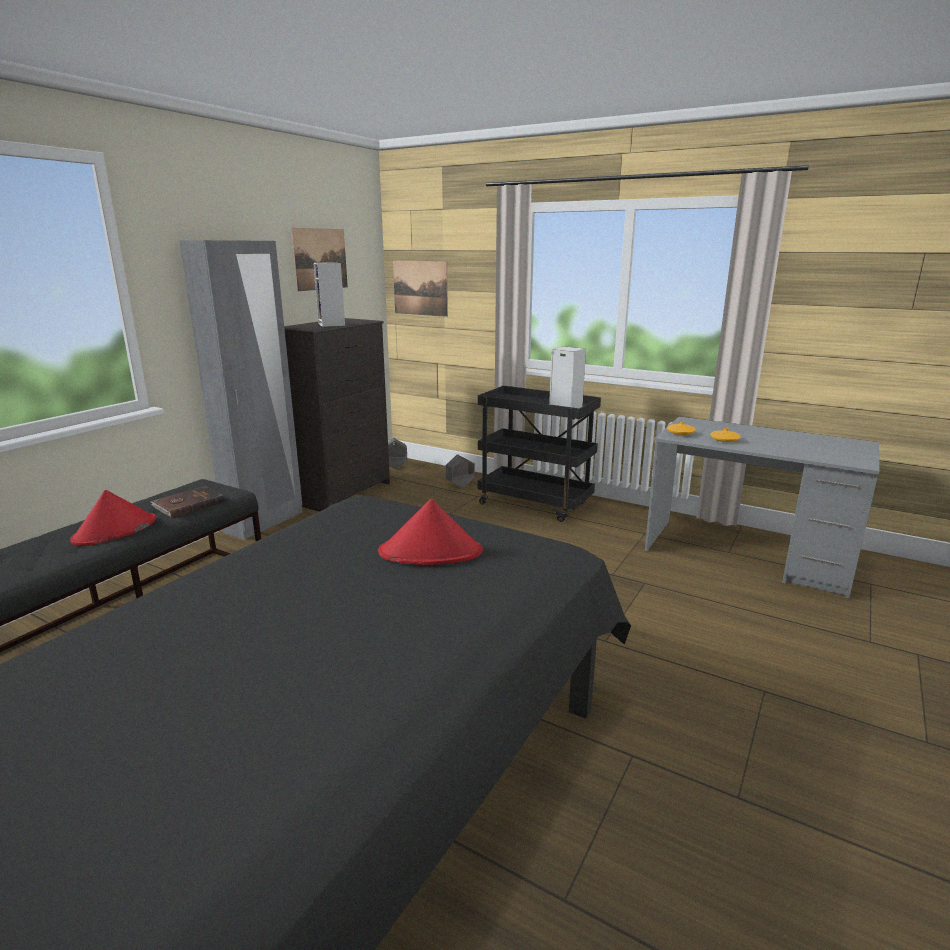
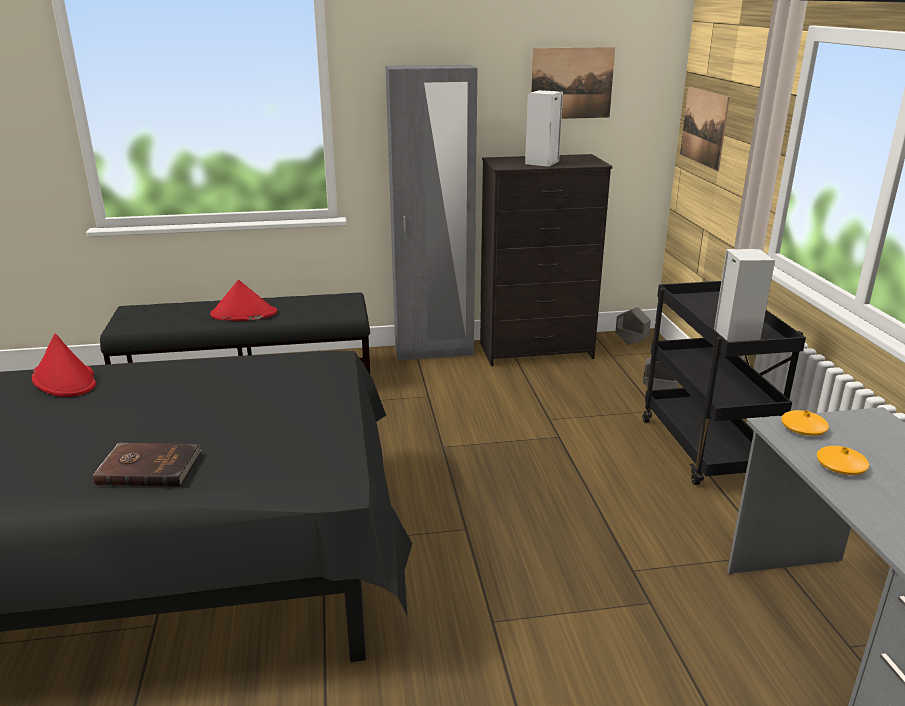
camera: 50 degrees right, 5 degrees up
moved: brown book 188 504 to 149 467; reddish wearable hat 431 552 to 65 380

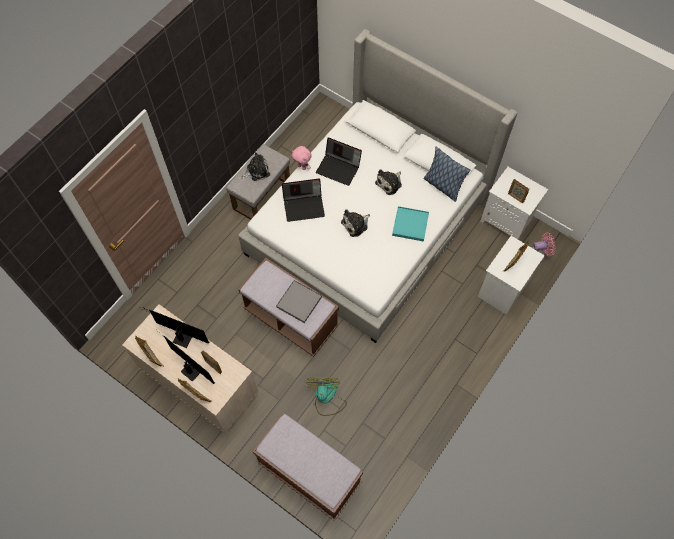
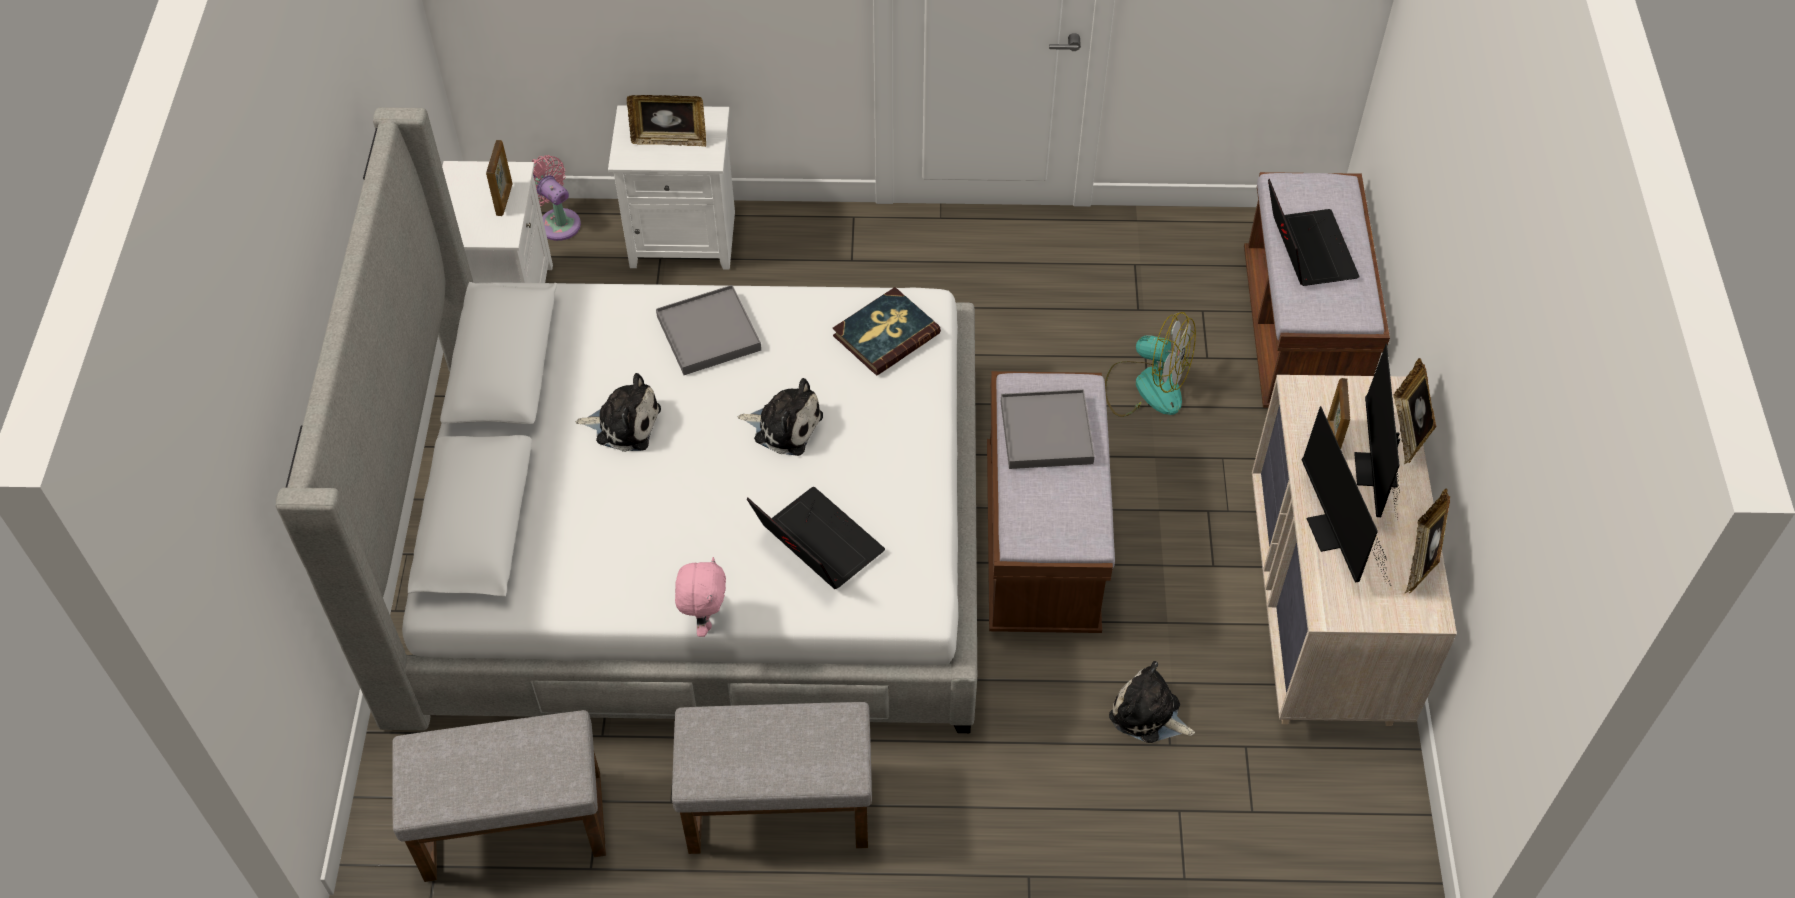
camera: 125 degrees left, 10 degrees down
removed: throw pillow 442 186
added: greyish pouffe 516 824; book 885 334
moved: cuddly toy 256 171 to 1148 714; portable computer 339 168 to 1306 249
recoloured: turquoise tray 410 224 to greyish tray 708 333
turned: cooling fan 326 398 = 1146 387 120 degrees counterclockwise

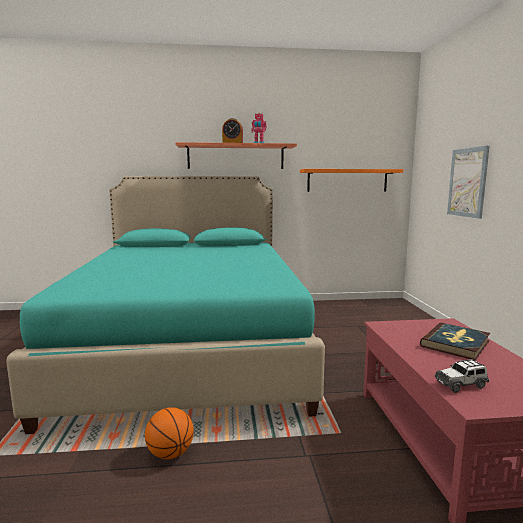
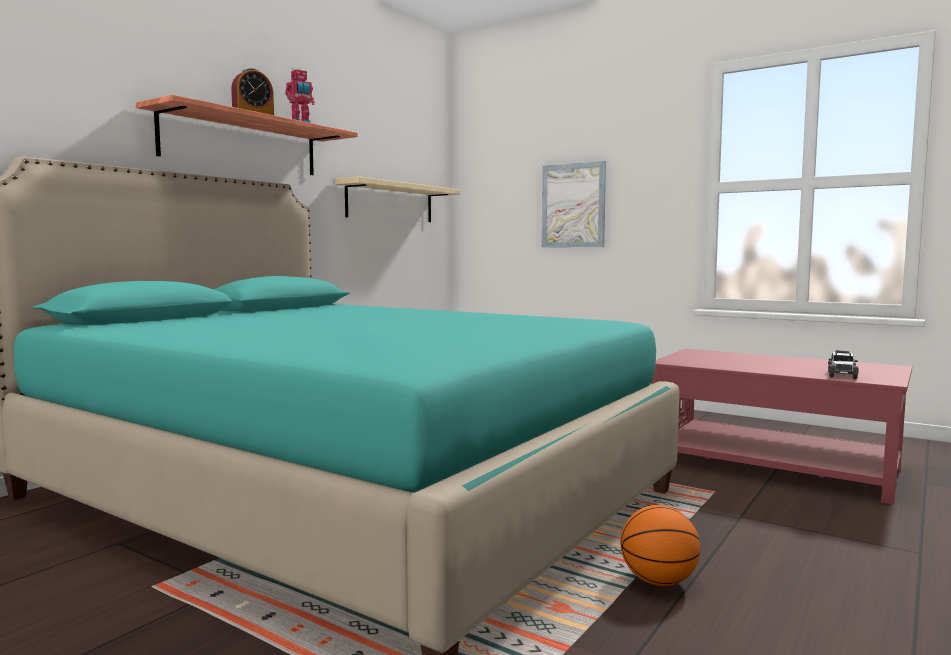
camera: 50 degrees left, 5 degrees down
removed: book 455 343
recoloured: orange-coloured shelf 347 180 to beige-coloured shelf 390 202

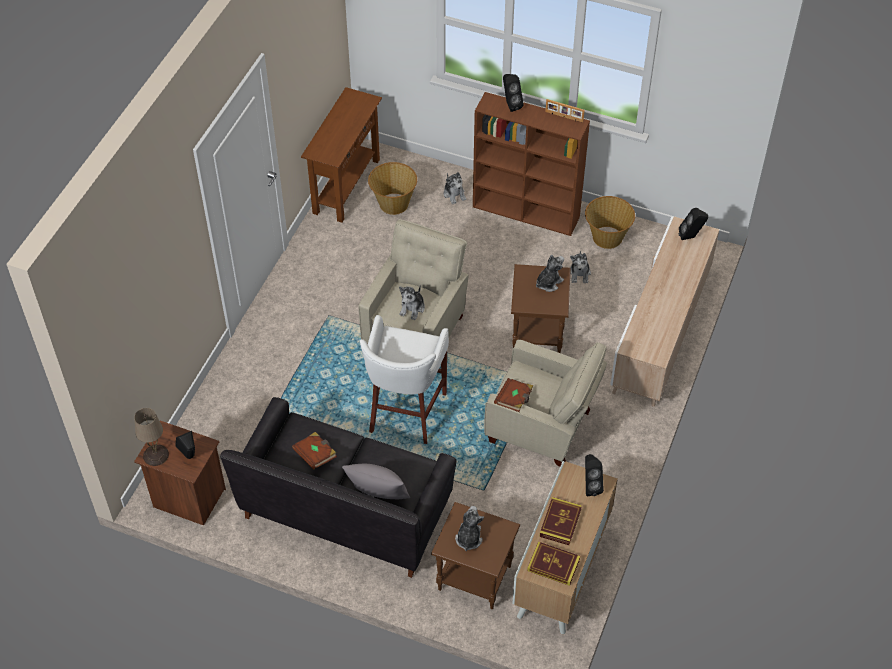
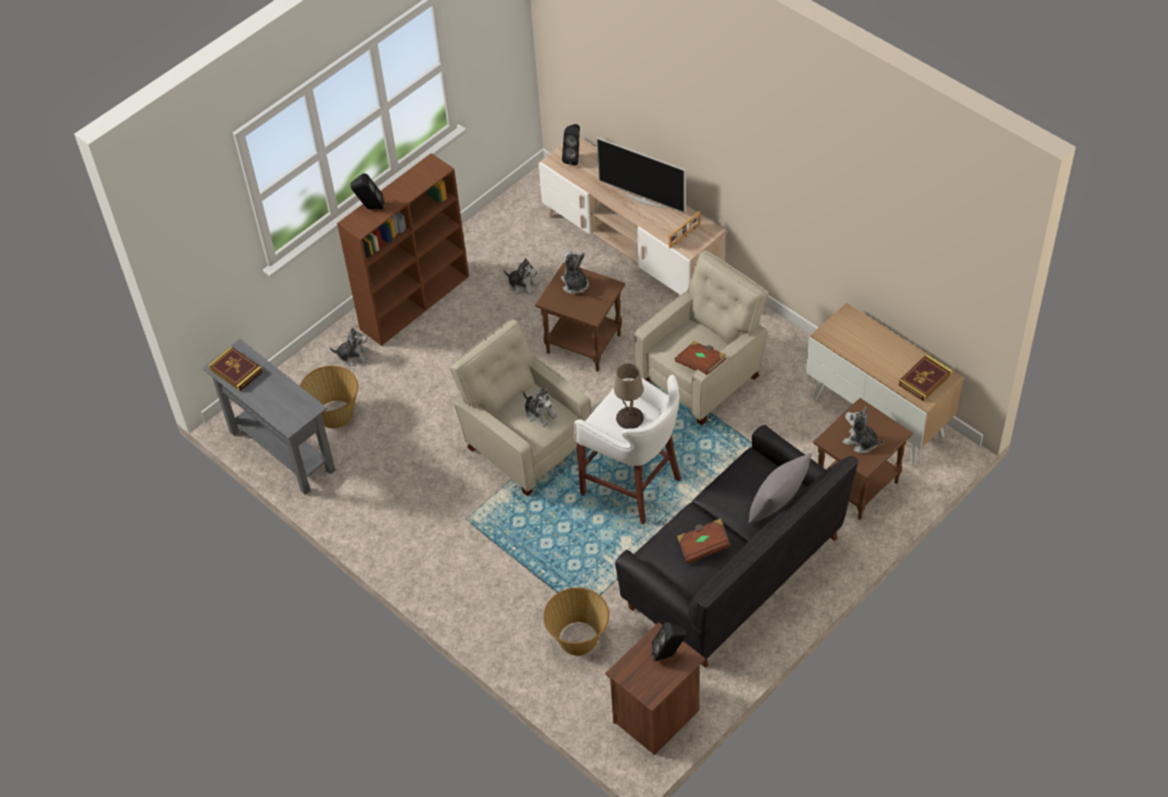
camera: 65 degrees left, 0 degrees up
removed: black speaker 590 486
added: TV set 643 199
moved: beige-coloured tabletop lamp 155 455 to 630 418; book 560 522 to 236 371; standing frame 564 117 to 685 236; storage basket 607 237 to 578 639
recoloured: brown narrow table 346 186 to greyish narrow table 282 451

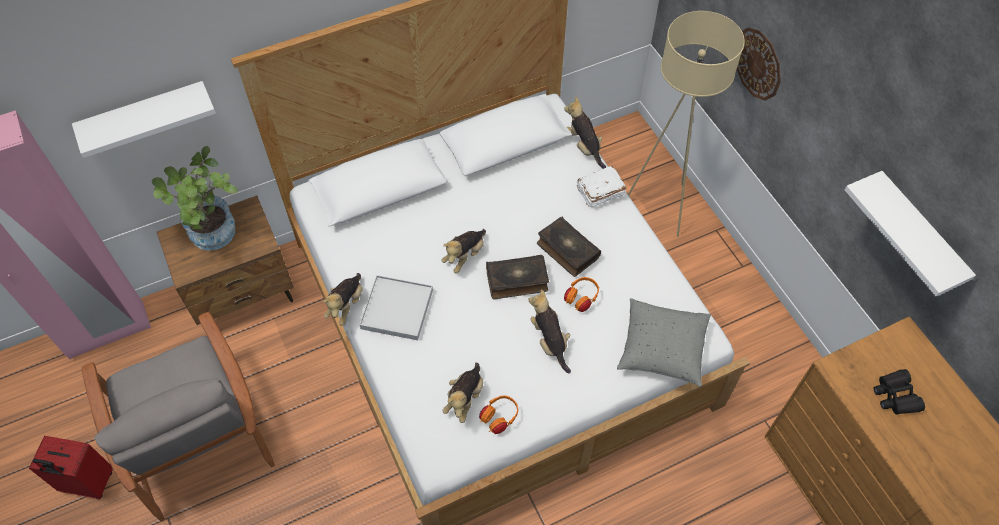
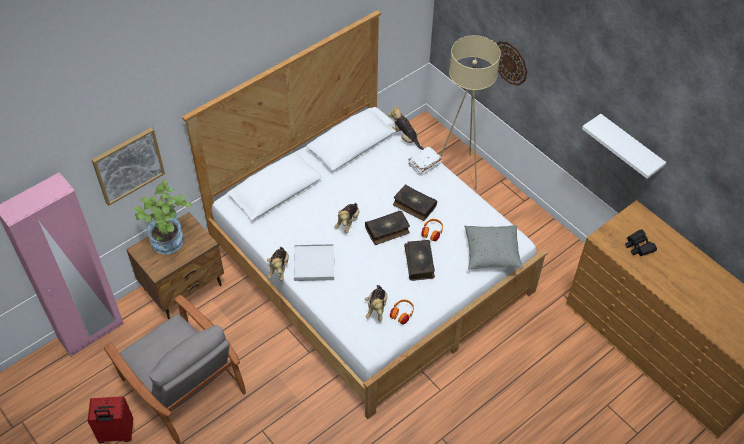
camera: 15 degrees left, 5 degrees down
replaced: white-coloured shelf 145 117 to wall art 128 165; cuddly toy 549 341 to book 419 263

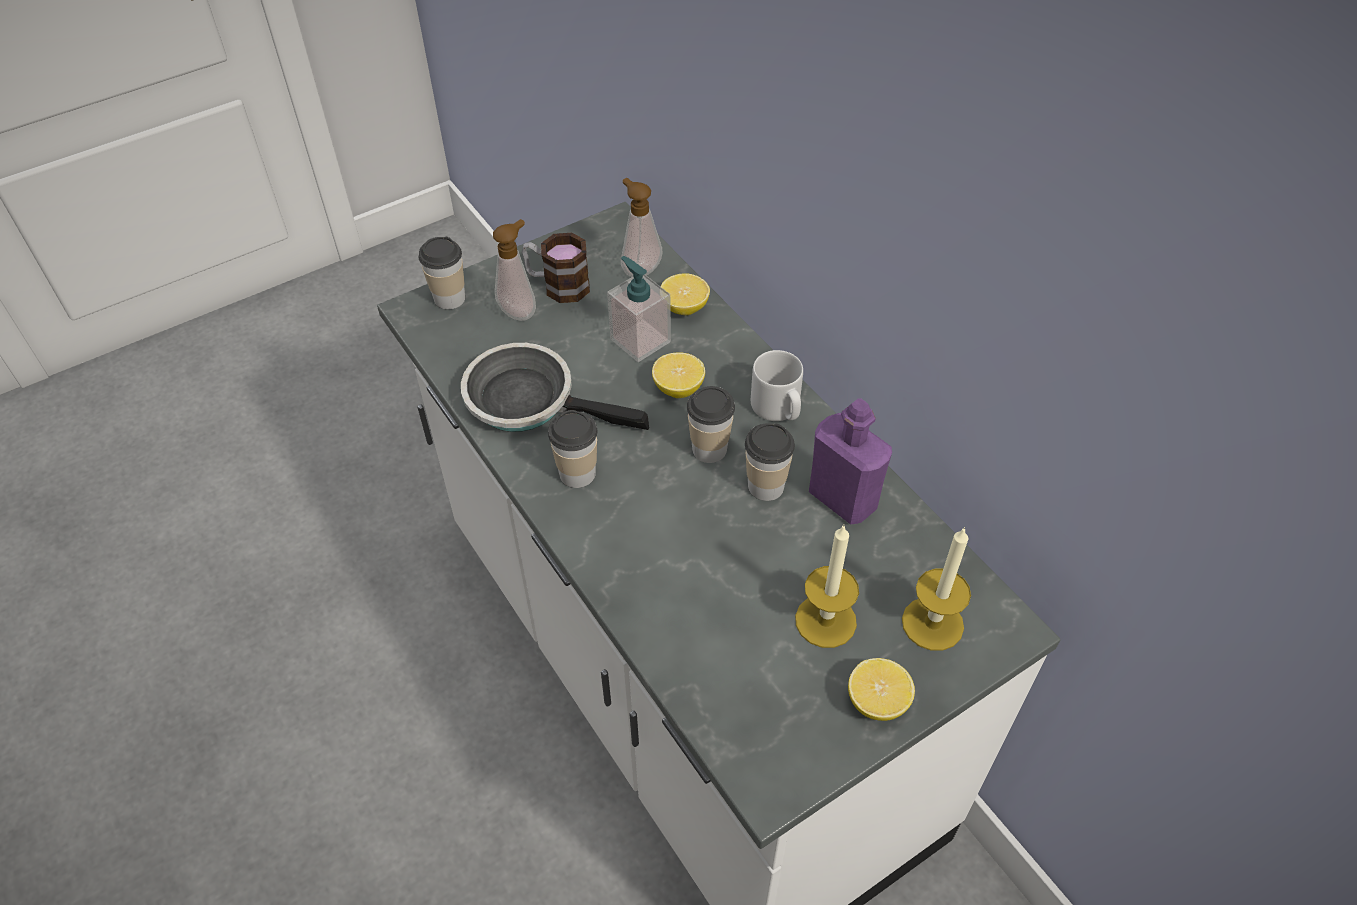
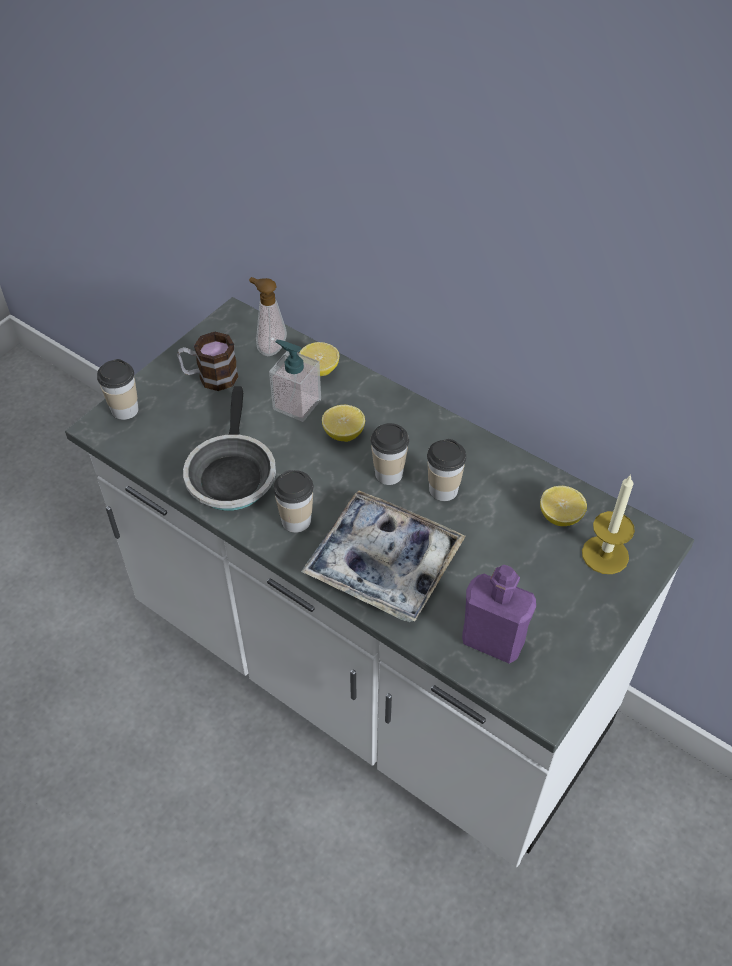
camera: 20 degrees left, 0 degrees up
removed: soap dispenser 520 311; greyish coffee mug 778 408; wax light 825 621
added: tray 383 563
moved: purplish drink bottle 842 499 to 492 641; lemon 877 702 to 560 517
turned: pan 529 400 = 231 474 90 degrees counterclockwise

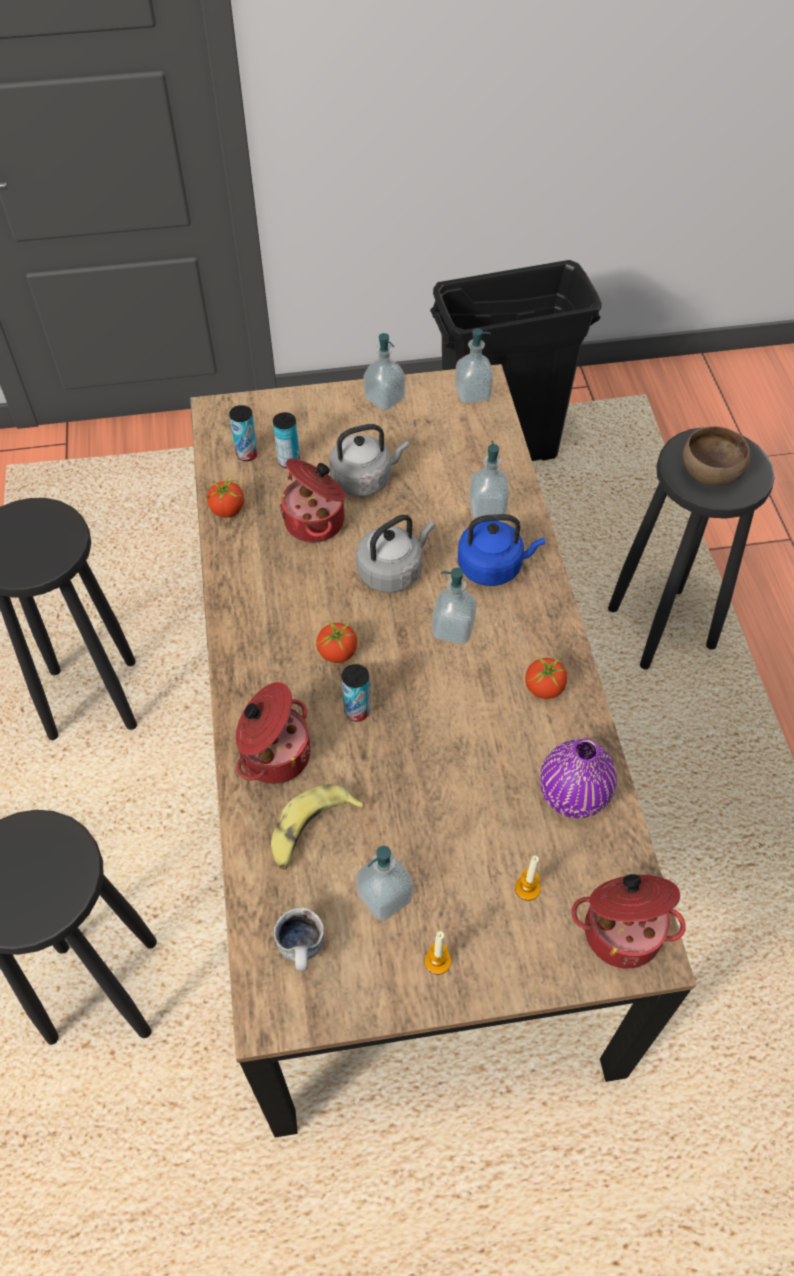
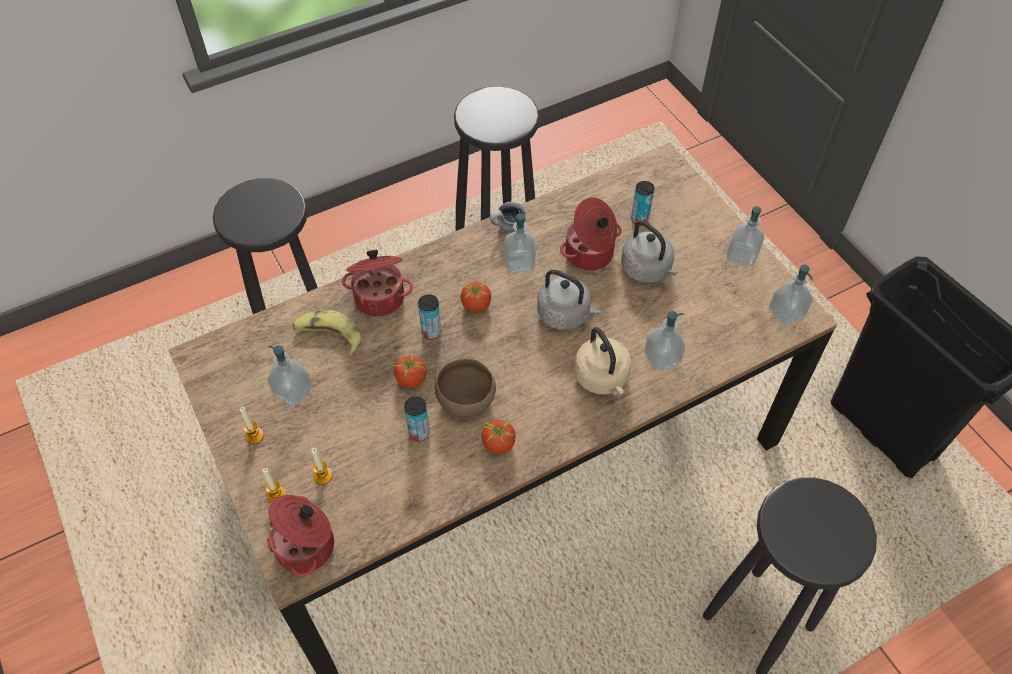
camera: 70 degrees right, 0 degrees up
removed: purplish flower vase 573 795
added: wax light 276 495
moved: fresh tomato 227 510 to 410 379; metal can 247 454 to 419 433; coffee mug 303 950 to 508 229; soap dispenser 453 629 to 519 263; brown serving bowl 709 472 to 467 399
recoloured: blue tea kettle 493 566 to beige-coloured tea kettle 602 379

